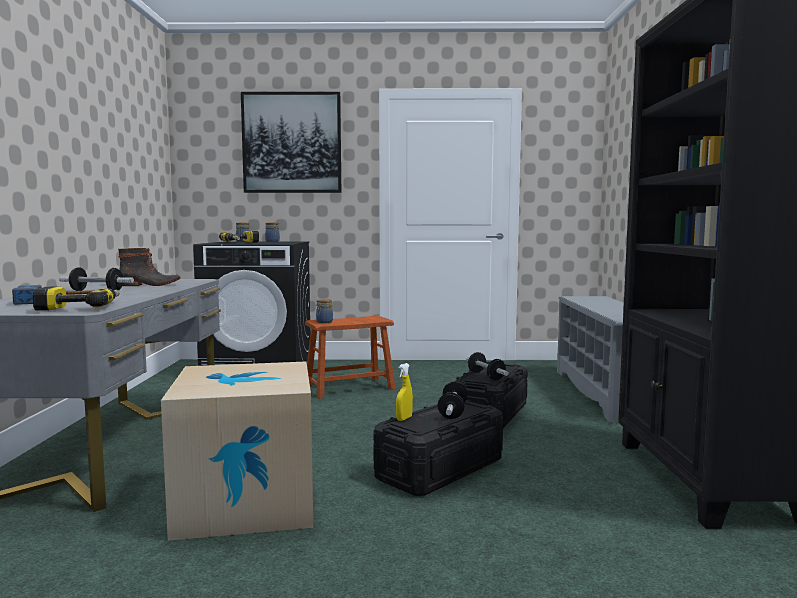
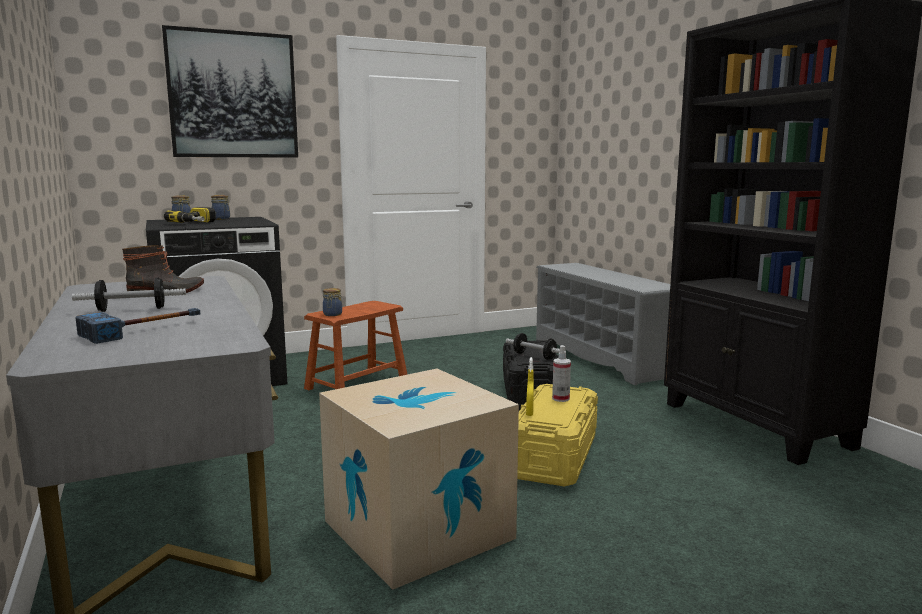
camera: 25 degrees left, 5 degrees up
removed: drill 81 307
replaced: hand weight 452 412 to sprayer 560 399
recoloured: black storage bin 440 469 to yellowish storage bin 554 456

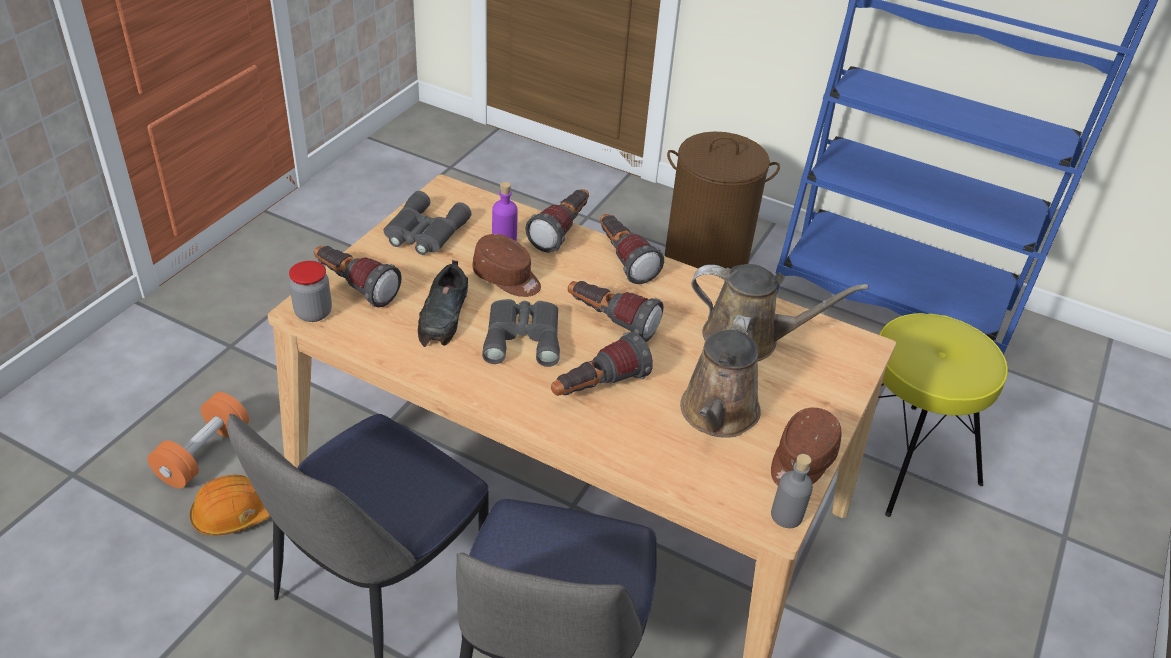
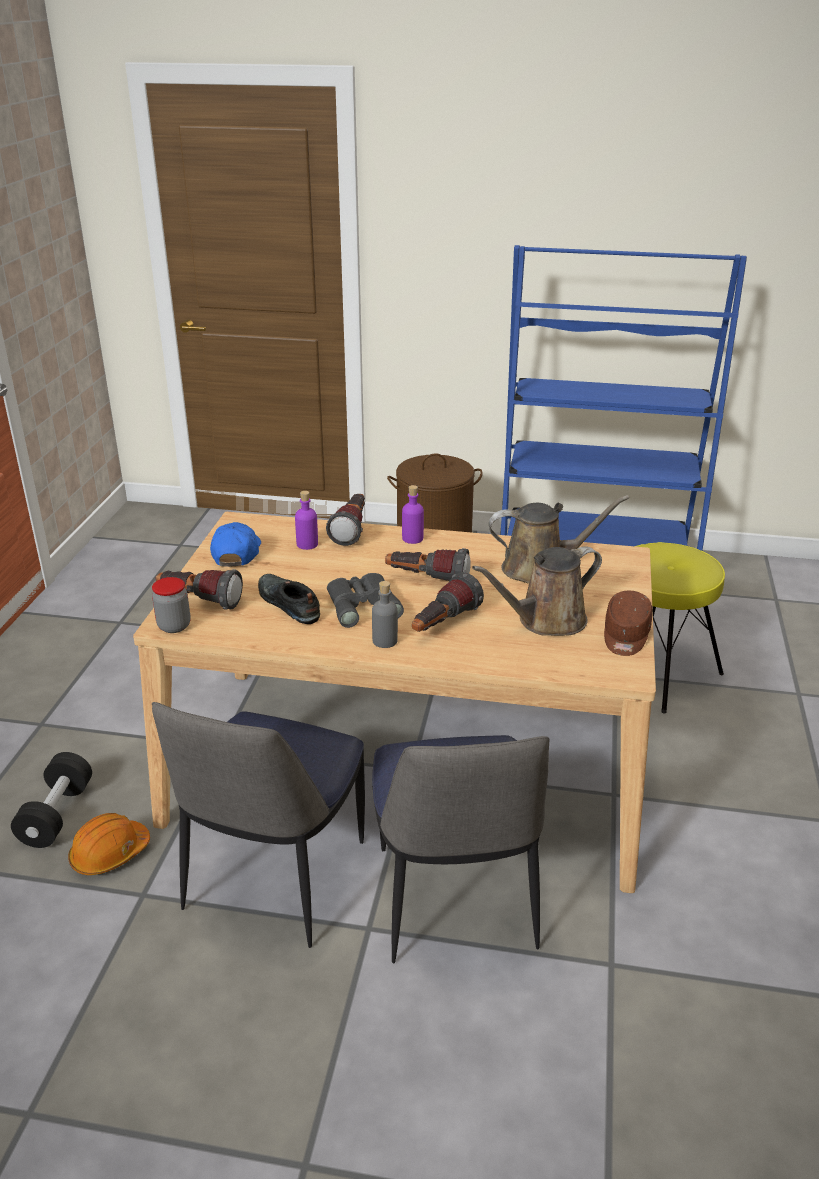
camera: 15 degrees left, 10 degrees down
removed: brown baseball cap 507 278
moved: greyish drink bottle 786 515 to 385 641
replaced: greyish pair of binoculars 424 232 to blue baseball cap 236 553; hand torch 623 260 to purplish drink bottle 412 538
recoloured: orange-coloured hand weight 203 454 to black hand weight 57 815
turned: black low shoe 444 315 = 288 604 150 degrees clockwise; brown sprinkling can 717 415 = 546 621 60 degrees clockwise

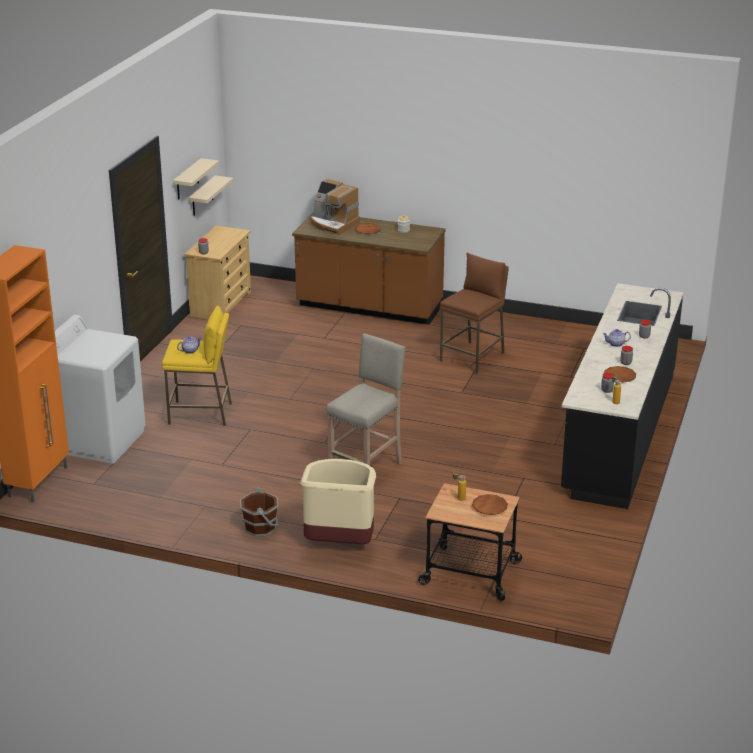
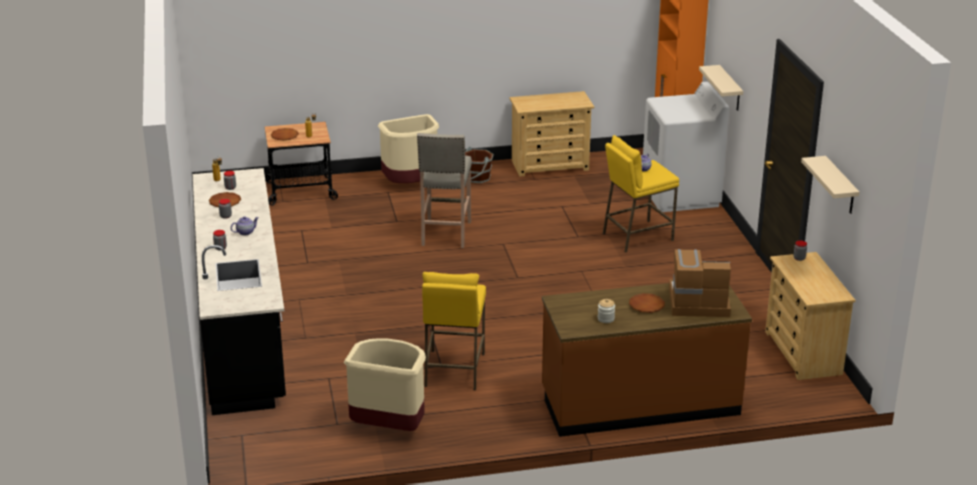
camera: 150 degrees right, 0 degrees up
added: beige-coloured waste bin 388 426; beige-coloured chest of drawers 550 165
moved: beige-coloured shelf 202 196 to 730 89
recoloured: brown sitting stool 472 357 to yellowish sitting stool 454 370

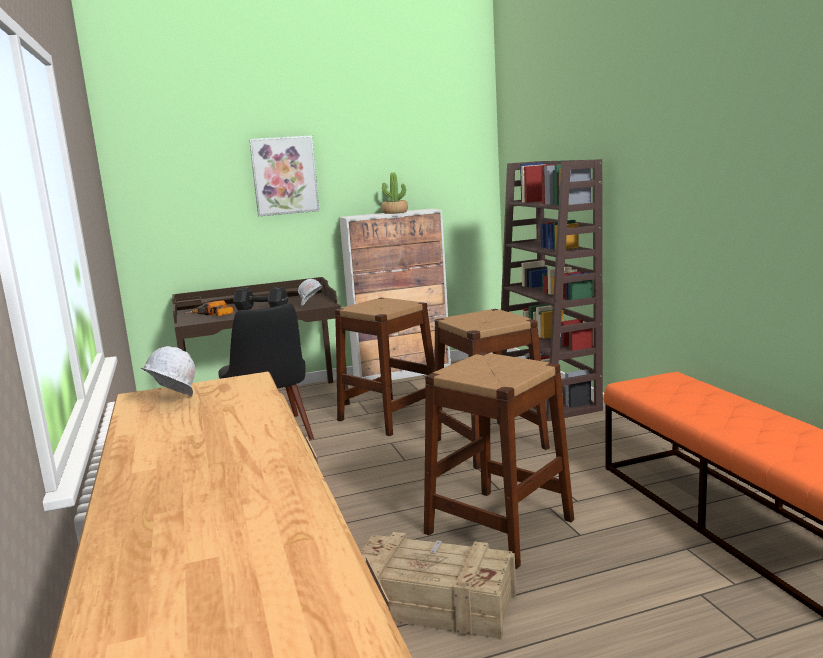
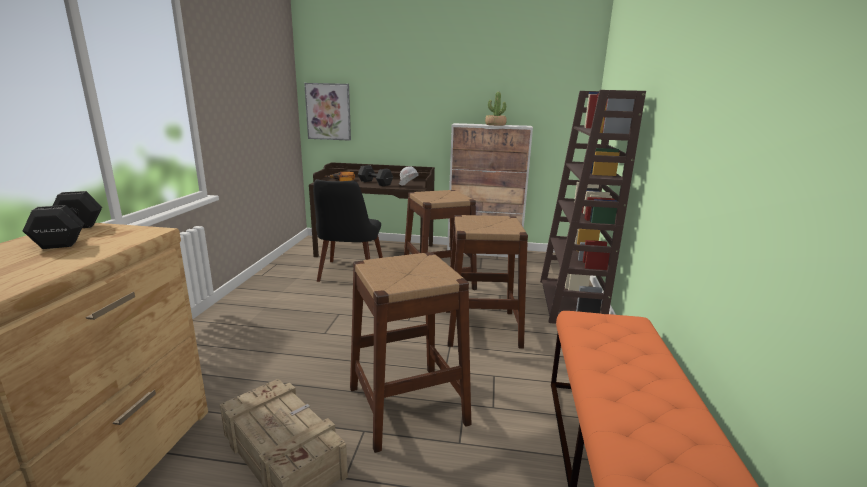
camera: 25 degrees right, 5 degrees up
moved: wall art 284 175 to 328 111
replaced: white-coloured work helmet 172 402 to black hand weight 68 236

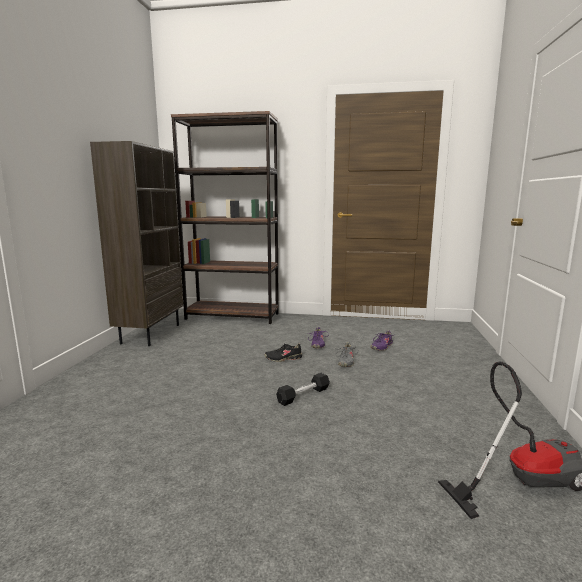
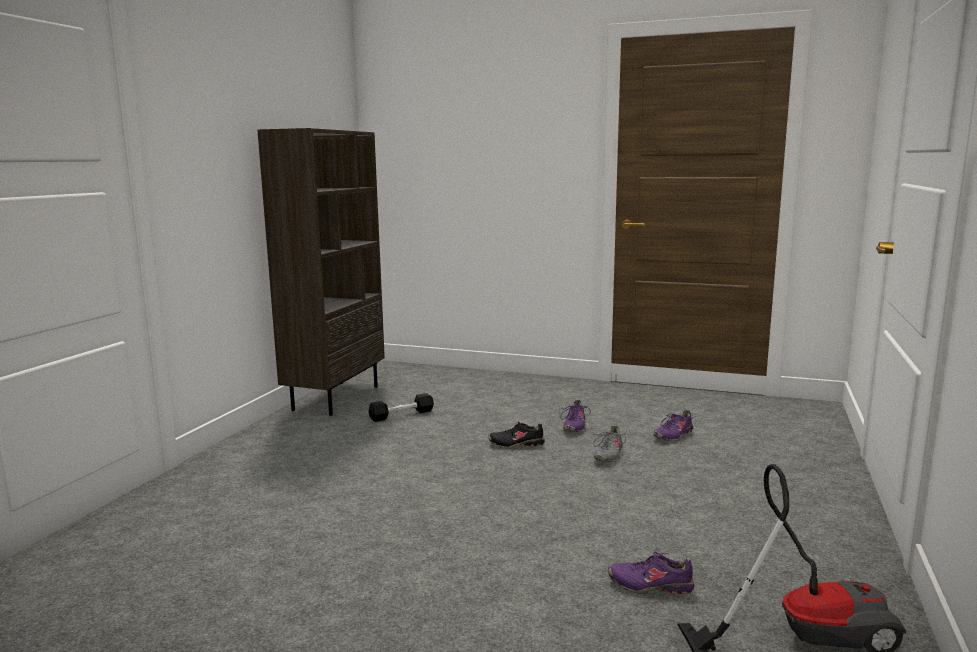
camera: 10 degrees right, 0 degrees up
removed: brown bookcase 233 316
added: purplish low shoe 650 585
moved: black hand weight 303 395 to 401 415

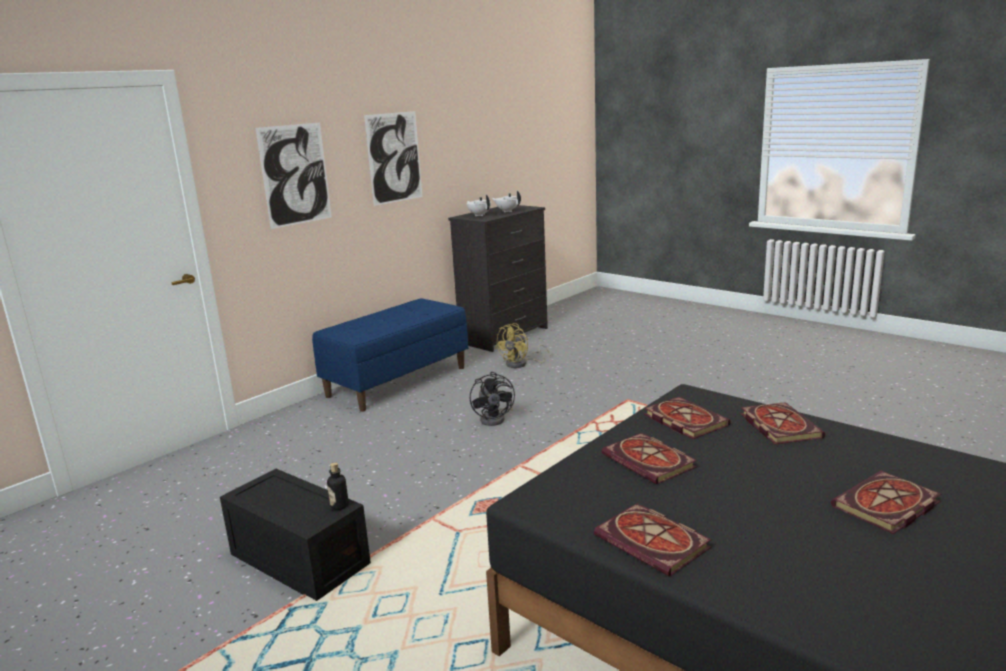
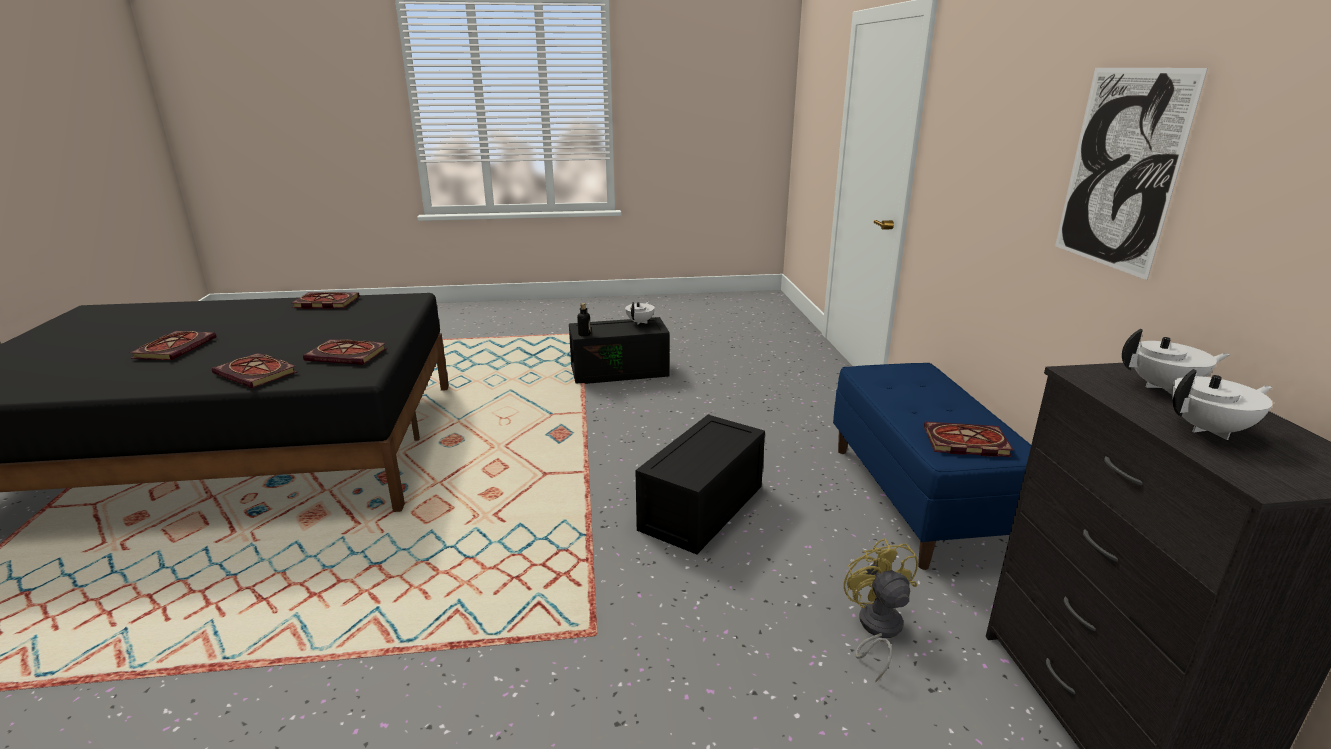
camera: 130 degrees right, 5 degrees up
removed: wall art 295 175
added: white-coloured tea pot 640 322
moved: book 651 462 to 964 443
replaced: black cooling fan 496 418 to black storage bin 703 509

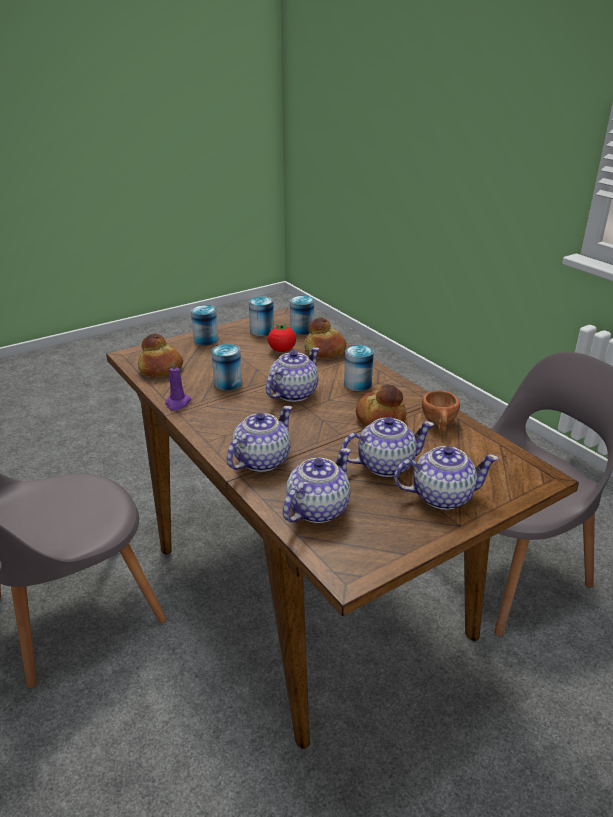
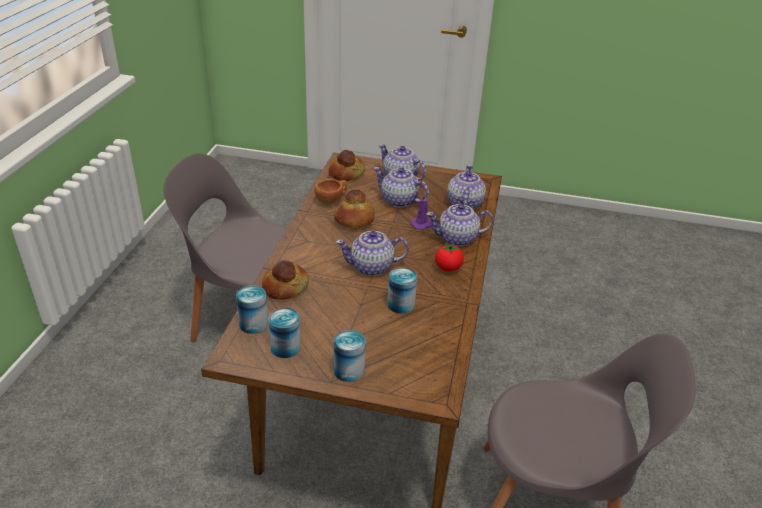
camera: 135 degrees left, 5 degrees up
removed: metal can 357 384
moved: baked bread 160 369 to 346 174; purplish wax light 177 403 to 422 224; fresh tomato 282 350 to 448 268
turned: tea pot 316 509 = 464 204 105 degrees clockwise

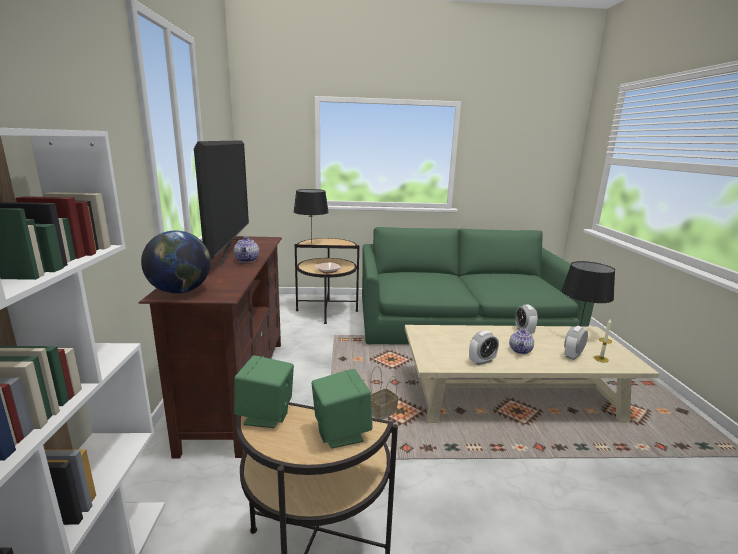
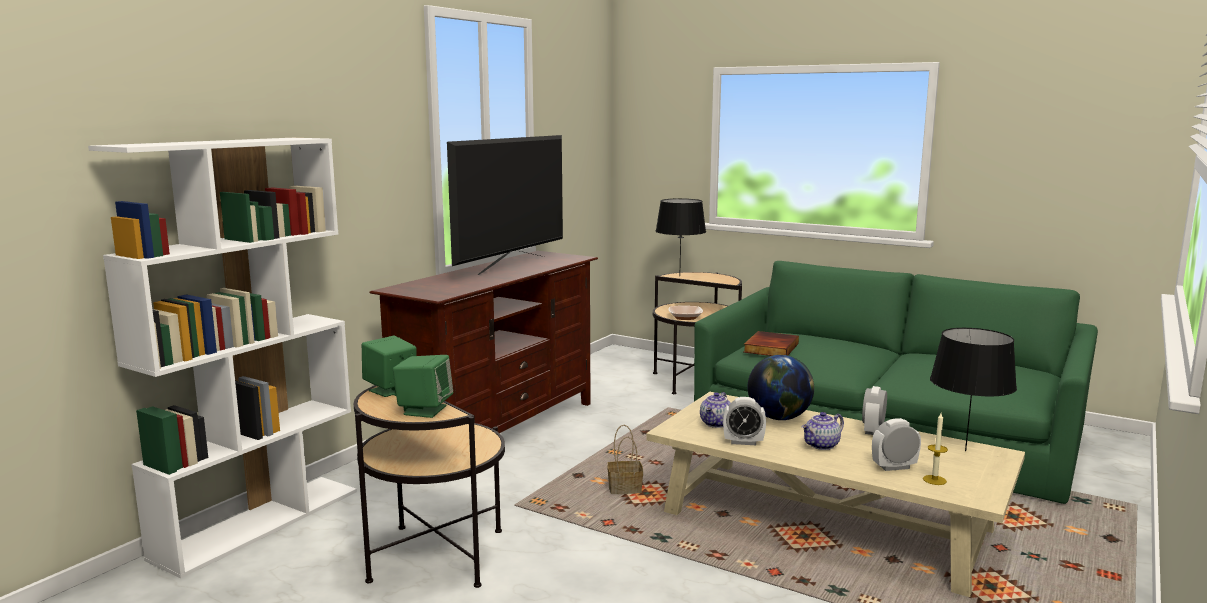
camera: 35 degrees right, 5 degrees down
added: book 770 347
moved: globe 180 291 to 779 418; tea pot 247 260 to 716 424

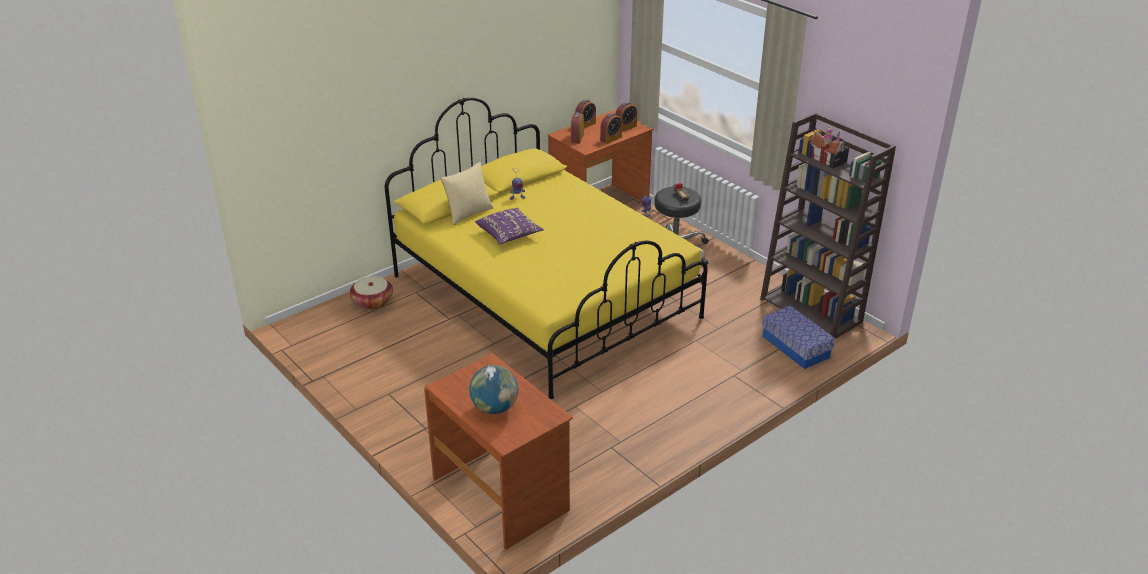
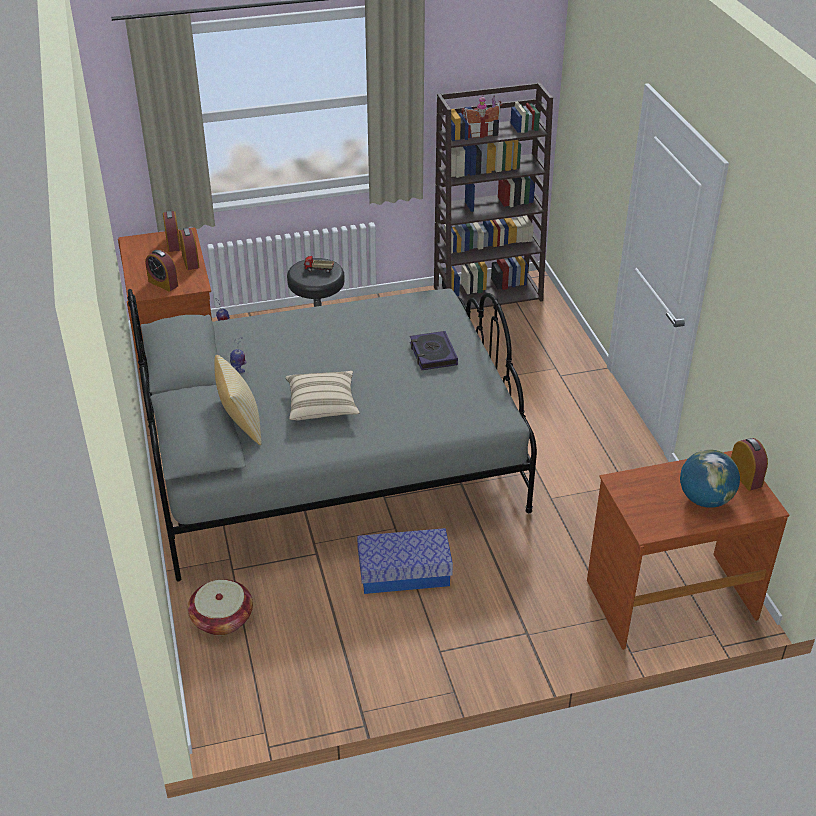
camera: 65 degrees left, 5 degrees up
added: book 433 354
moved: bedside clock 585 125 to 745 477; storage bin 796 347 to 404 572
recoloured: yellowish sleeping bed 545 297 to greyish sleeping bed 331 459; purplish throw pillow 509 235 to beige-coloured throw pillow 322 406

